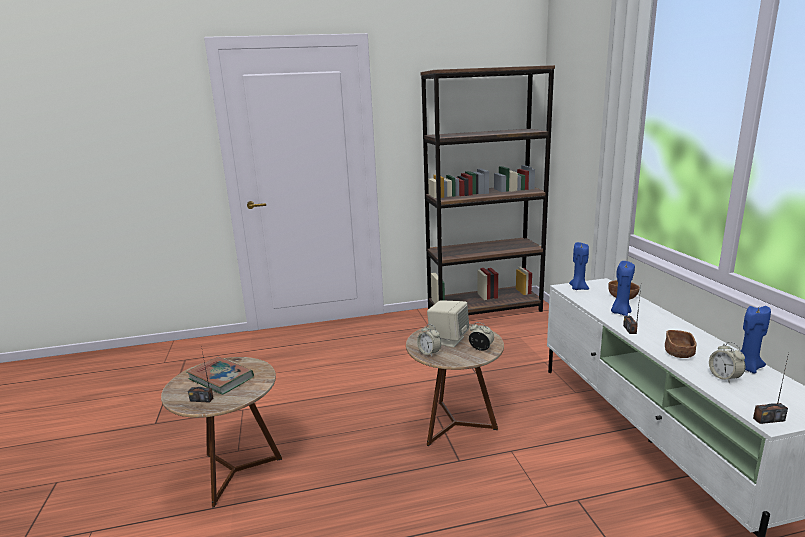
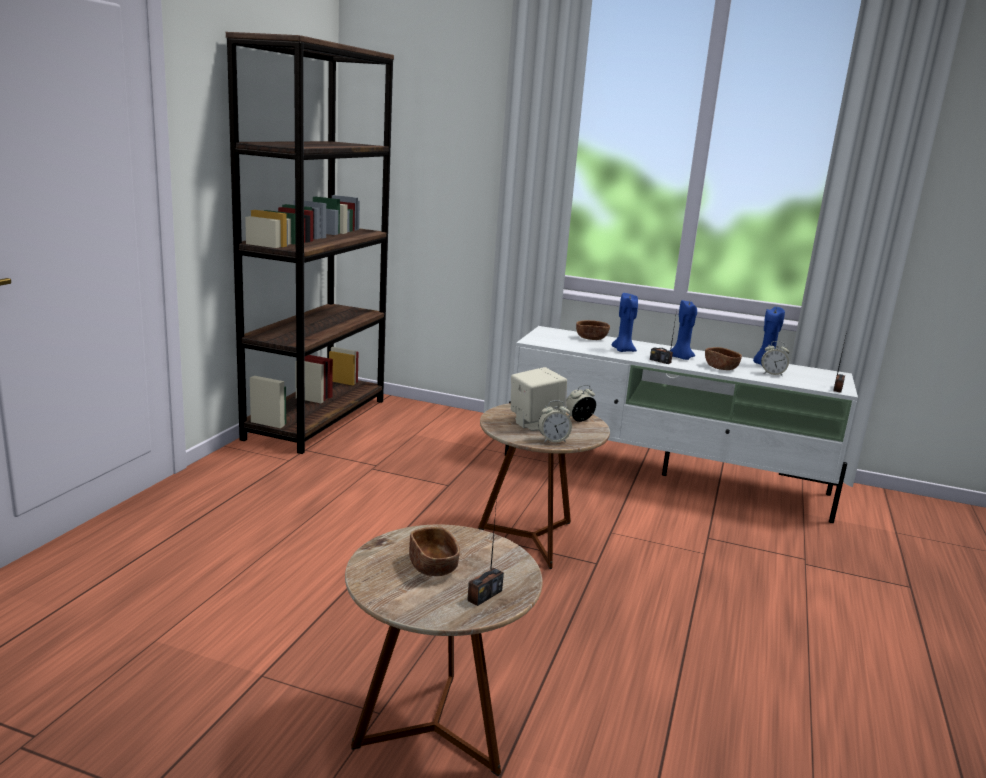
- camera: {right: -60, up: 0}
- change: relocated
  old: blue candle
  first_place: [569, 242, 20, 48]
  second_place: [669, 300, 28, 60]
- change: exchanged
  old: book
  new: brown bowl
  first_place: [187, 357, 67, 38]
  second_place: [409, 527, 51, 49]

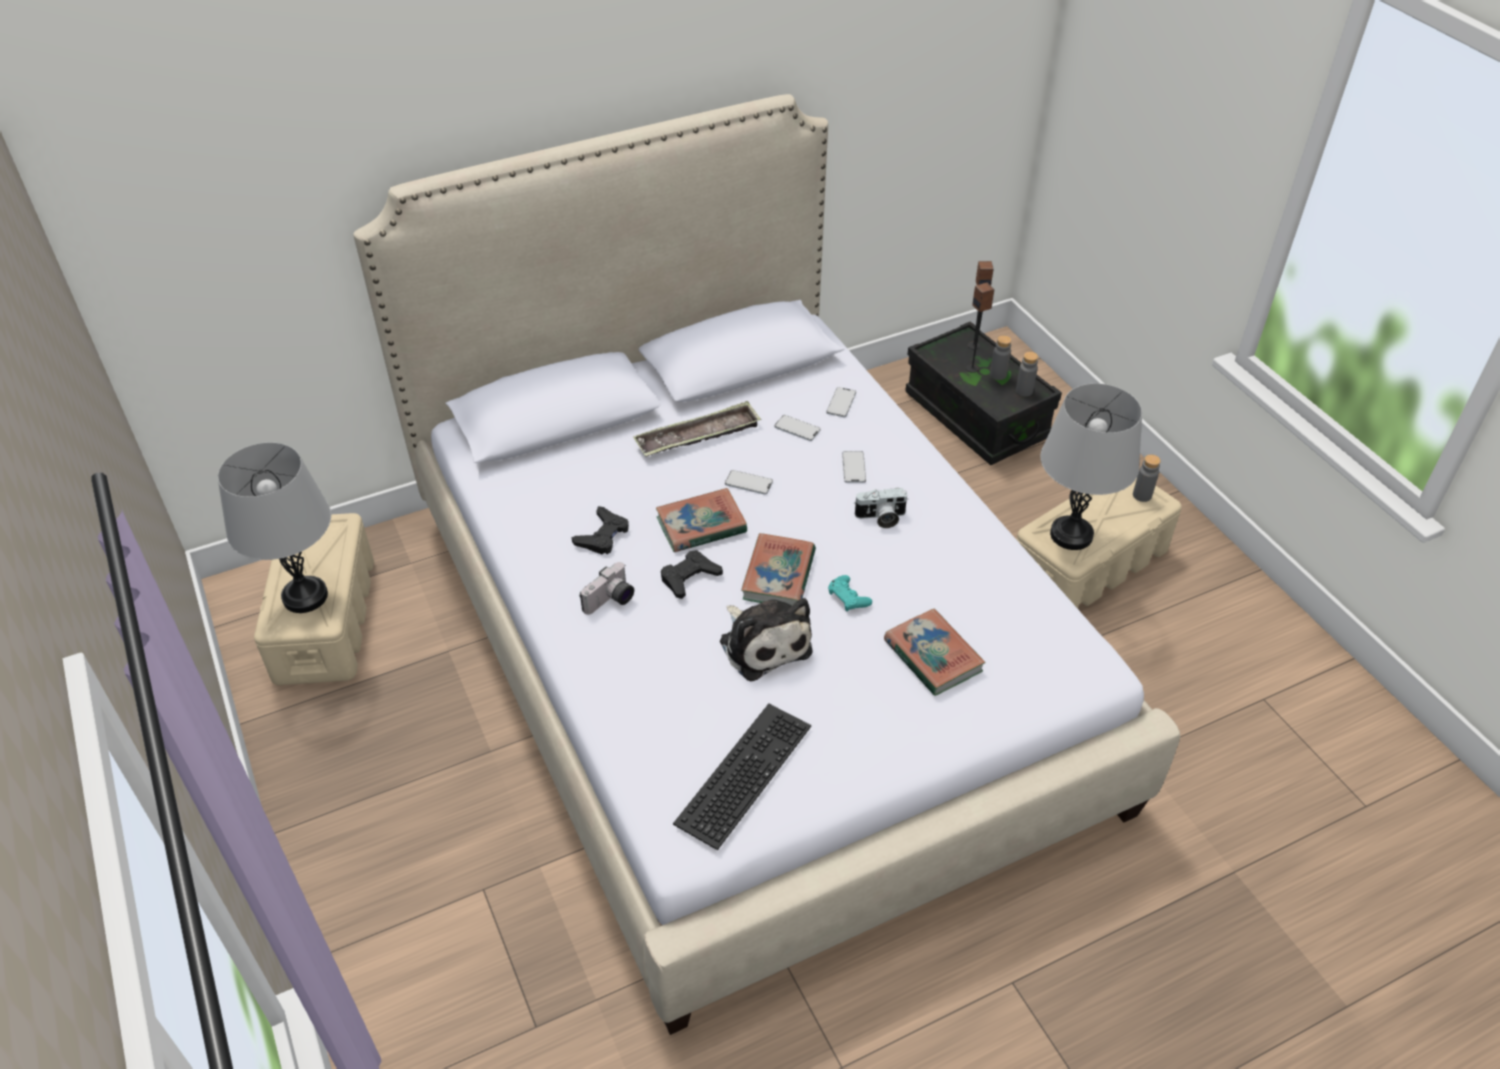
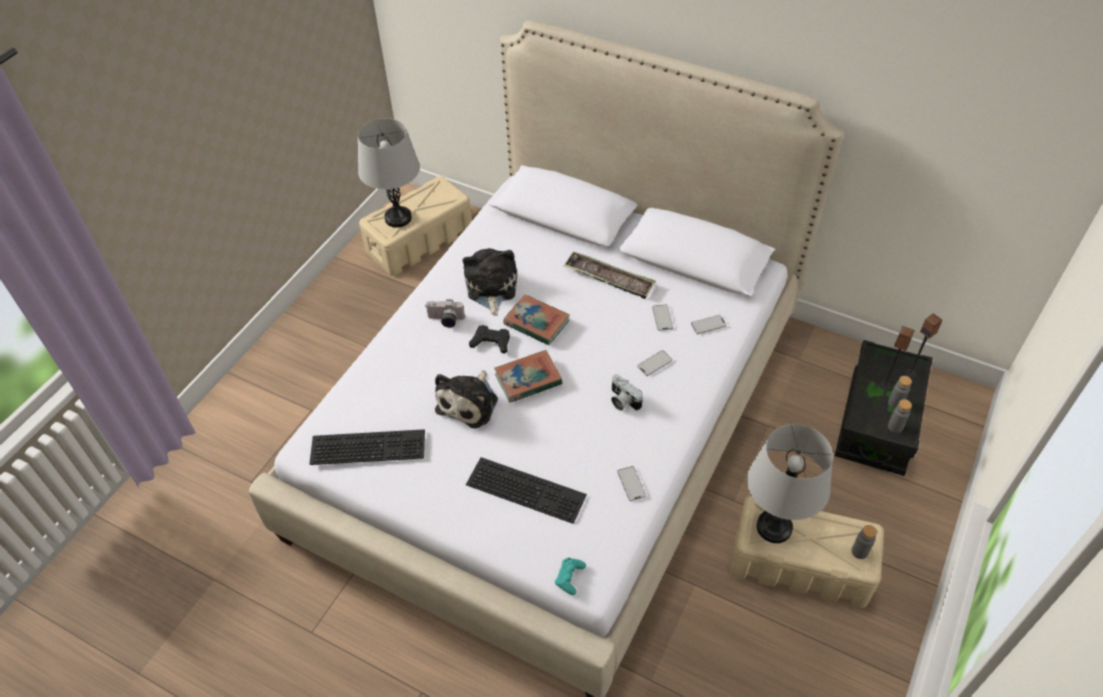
- camera: {right: 55, up: 5}
- change: relocated
  old: phone
  first_place: [725, 470, 48, 25]
  second_place: [617, 466, 29, 35]
- change: exchanged
  old: black game controller
  new: plush toy
  first_place: [572, 506, 57, 49]
  second_place: [463, 248, 54, 68]
- change: relocated
  old: turquoise game controller
  first_place: [828, 575, 44, 36]
  second_place: [555, 558, 31, 37]
- change: exchanged
  old: book
  new: keyboard
  first_place: [884, 609, 102, 87]
  second_place: [466, 457, 121, 67]

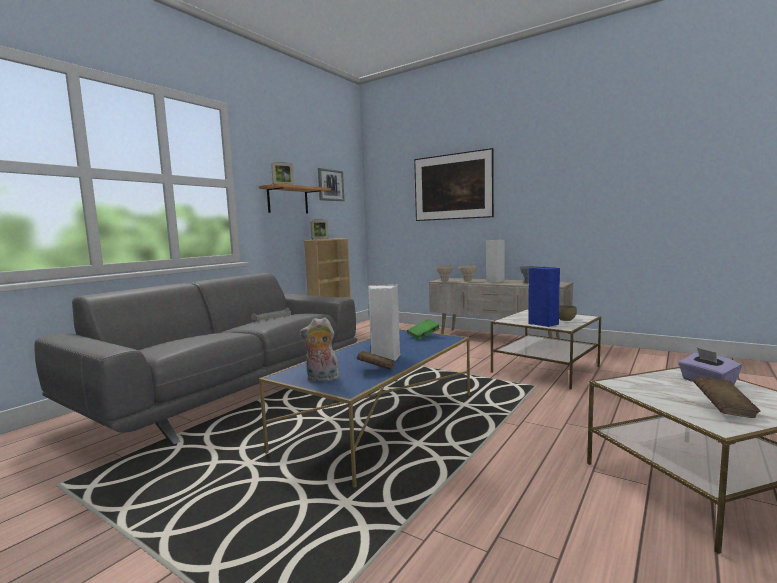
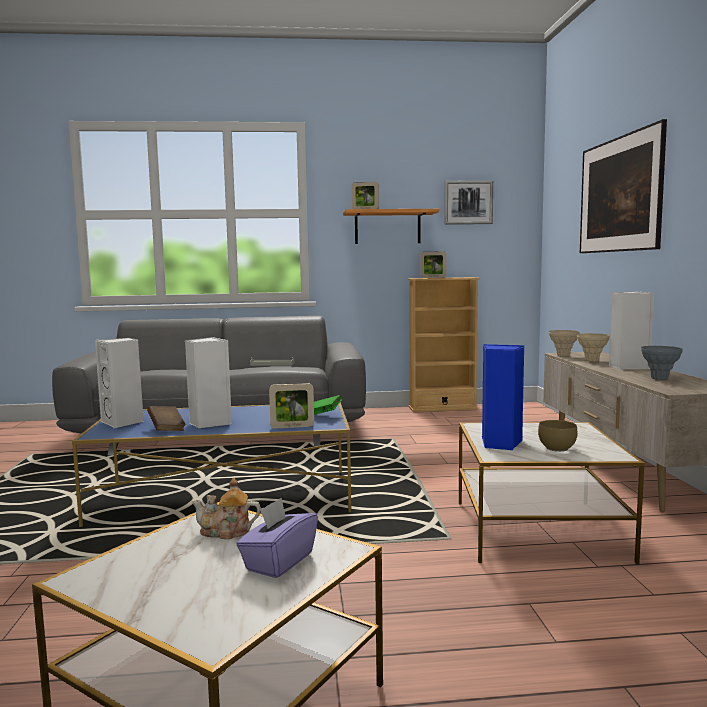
- camera: {right: 50, up: 0}
- change: exchanged
  old: plush toy
  new: white speaker
  first_place: [299, 317, 40, 64]
  second_place: [95, 338, 49, 91]
- change: missing
  old: brown book
  first_place: [693, 376, 68, 42]
- change: appeared
  new: picture frame
  second_place: [269, 383, 45, 46]
- change: appeared
  new: teapot
  second_place: [192, 478, 69, 61]

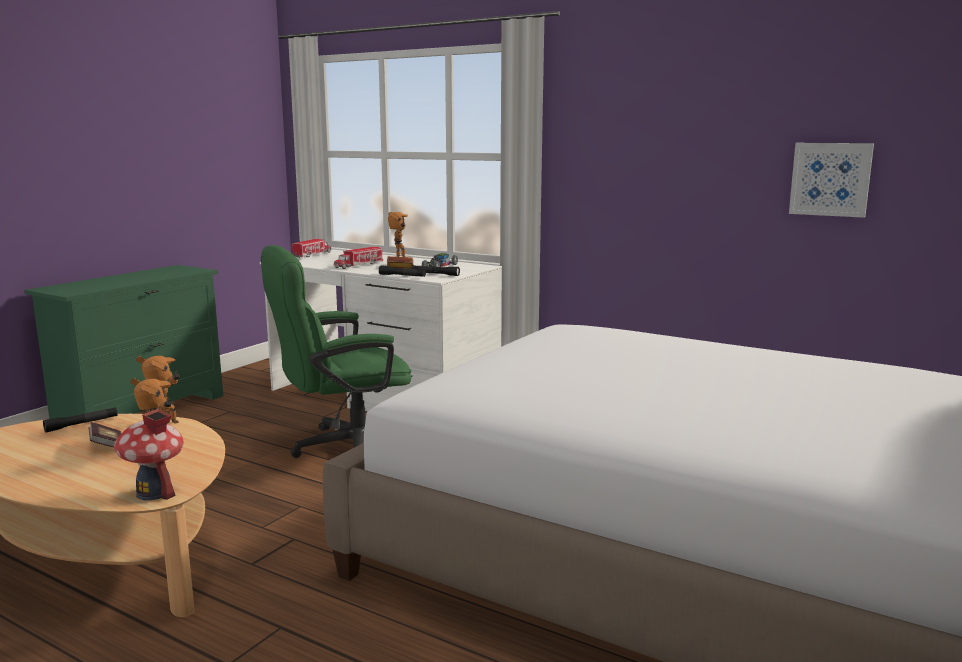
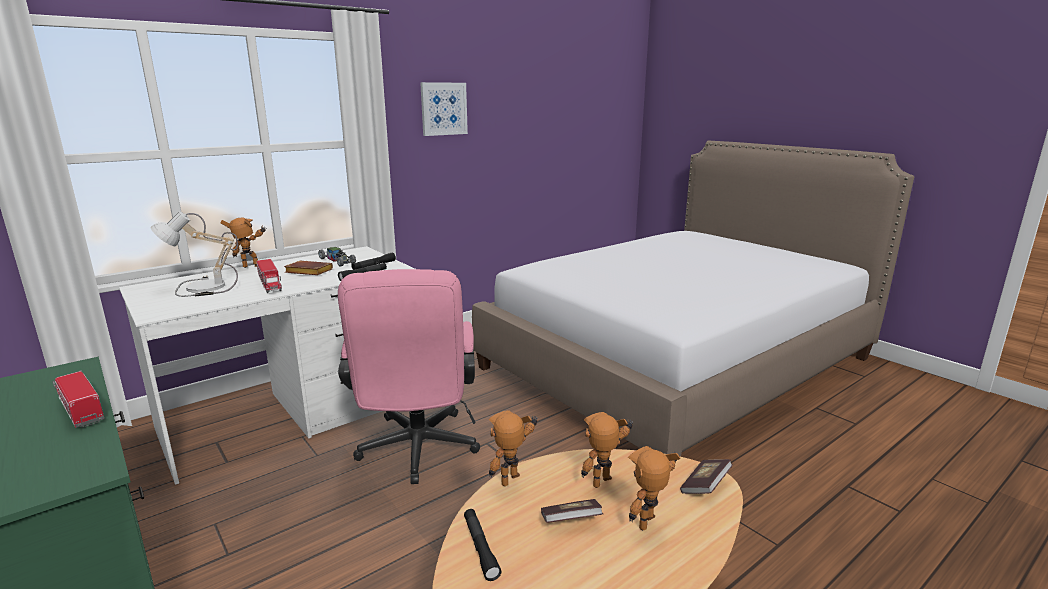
- camera: {right: -70, up: 5}
- change: relocated
  old: picture
  first_place: [789, 143, 85, 75]
  second_place: [420, 82, 48, 54]
- change: relocated
  old: toy truck
  first_place: [292, 239, 39, 19]
  second_place: [53, 370, 51, 58]
- change: colour
  old: green office chair
  new: pink office chair
  first_place: [261, 245, 150, 213]
  second_place: [338, 269, 142, 215]
- change: exchanged
  old: toy house
  new: book
  first_place: [114, 409, 69, 91]
  second_place: [680, 459, 53, 35]
- change: appeared
  new: table lamp
  second_place: [151, 211, 87, 86]
- change: appeared
  new: toy robot
  second_place: [628, 446, 52, 84]

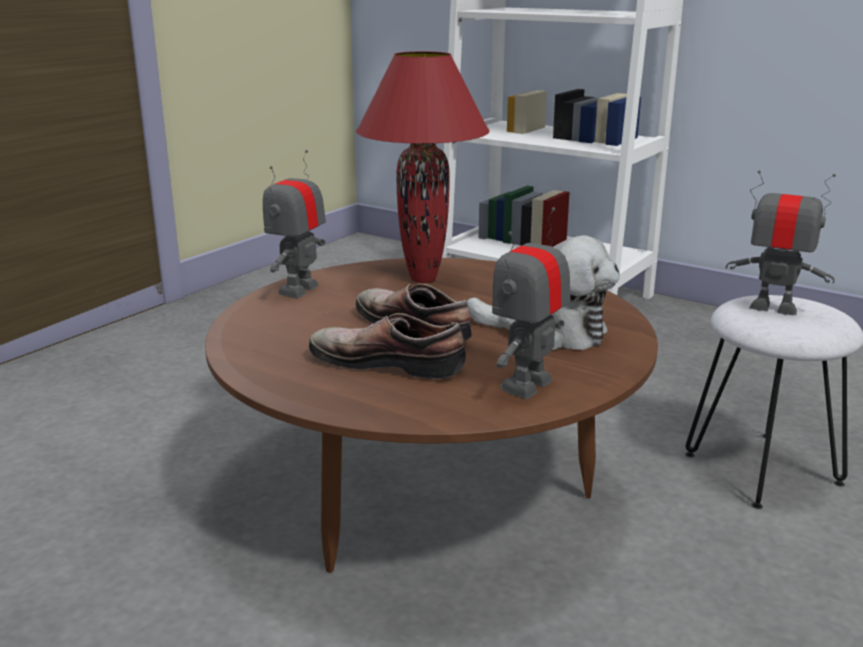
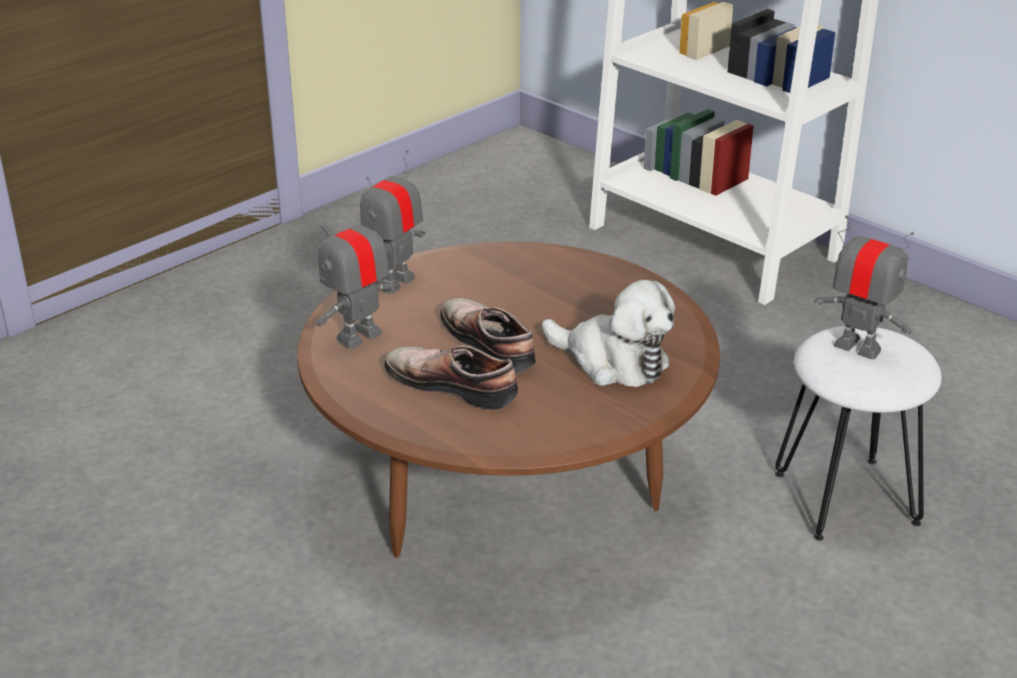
- camera: {right: 10, up: 10}
- change: missing
  old: red table lamp
  first_place: [356, 51, 134, 232]
- change: relocated
  old: toy robot
  first_place: [492, 207, 78, 192]
  second_place: [316, 199, 83, 150]

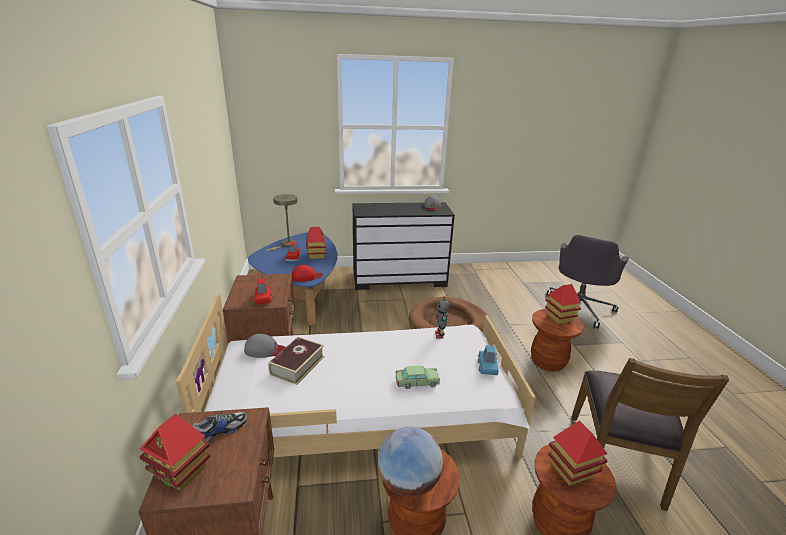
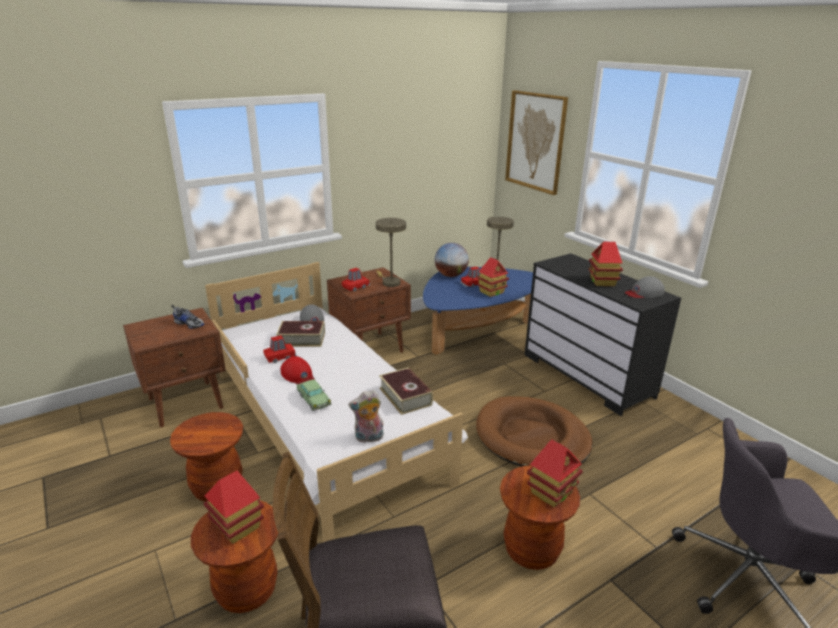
- camera: {right: 65, up: 0}
- change: relocated
  old: red cap
  first_place: [292, 265, 31, 17]
  second_place: [281, 356, 33, 28]
- change: exchanged
  old: toy robot
  new: book
  first_place: [435, 296, 15, 42]
  second_place: [379, 367, 54, 48]
- change: exchanged
  old: blue toy car
  new: plush toy
  first_place: [478, 345, 21, 30]
  second_place: [348, 390, 36, 53]
- change: relocated
  old: toy house
  first_place: [139, 414, 71, 77]
  second_place: [589, 242, 34, 44]
- change: relocated
  old: globe
  first_place: [378, 426, 65, 72]
  second_place: [435, 243, 34, 34]
- change: appeared
  new: picture
  second_place: [505, 90, 63, 105]
- change: appeared
  new: beige table lamp
  second_place: [376, 218, 30, 69]
- change: appeared
  new: red toy car
  second_place: [263, 335, 34, 28]

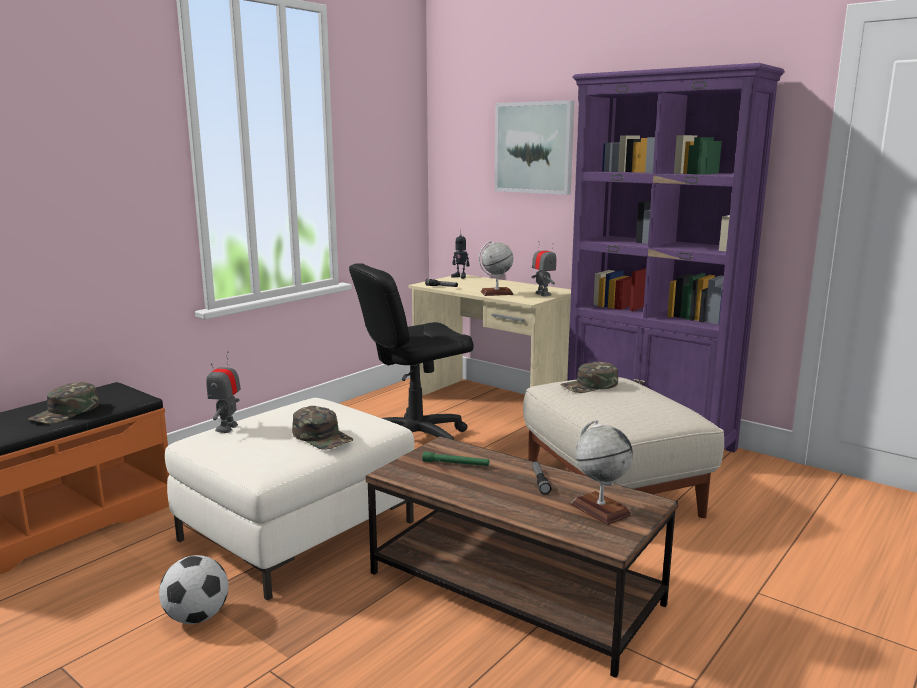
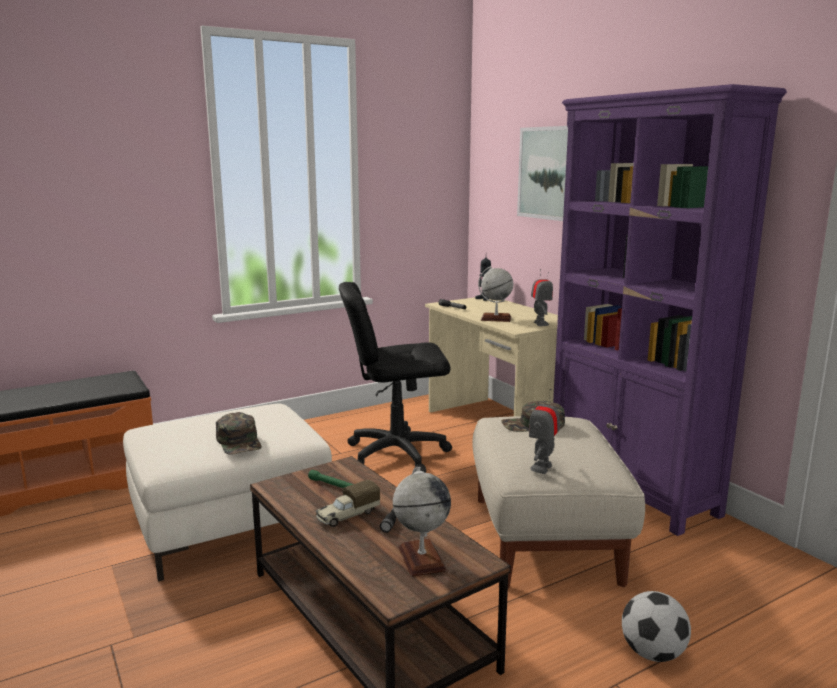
- camera: {right: 20, up: 0}
- change: relocated
  old: toy robot
  first_place: [206, 351, 35, 82]
  second_place: [529, 389, 31, 85]
- change: missing
  old: green cap
  first_place: [28, 382, 71, 42]
- change: relocated
  old: football
  first_place: [159, 555, 70, 69]
  second_place: [622, 591, 69, 71]
- change: appeared
  new: toy truck
  second_place: [316, 480, 64, 47]

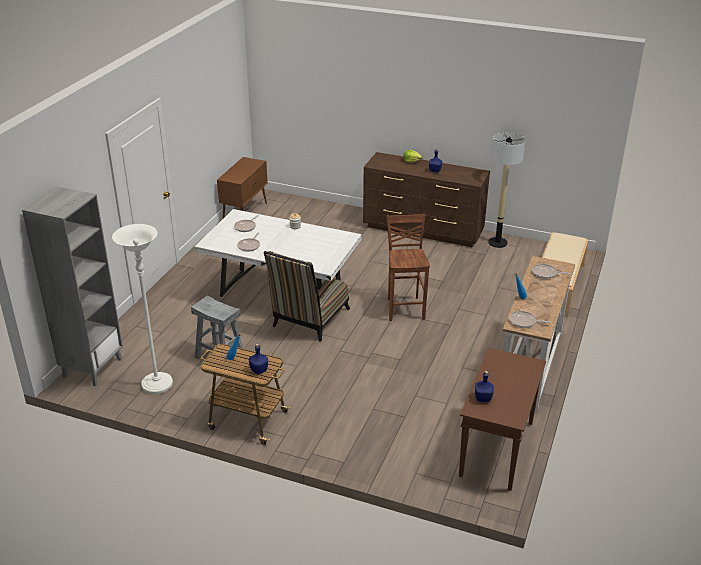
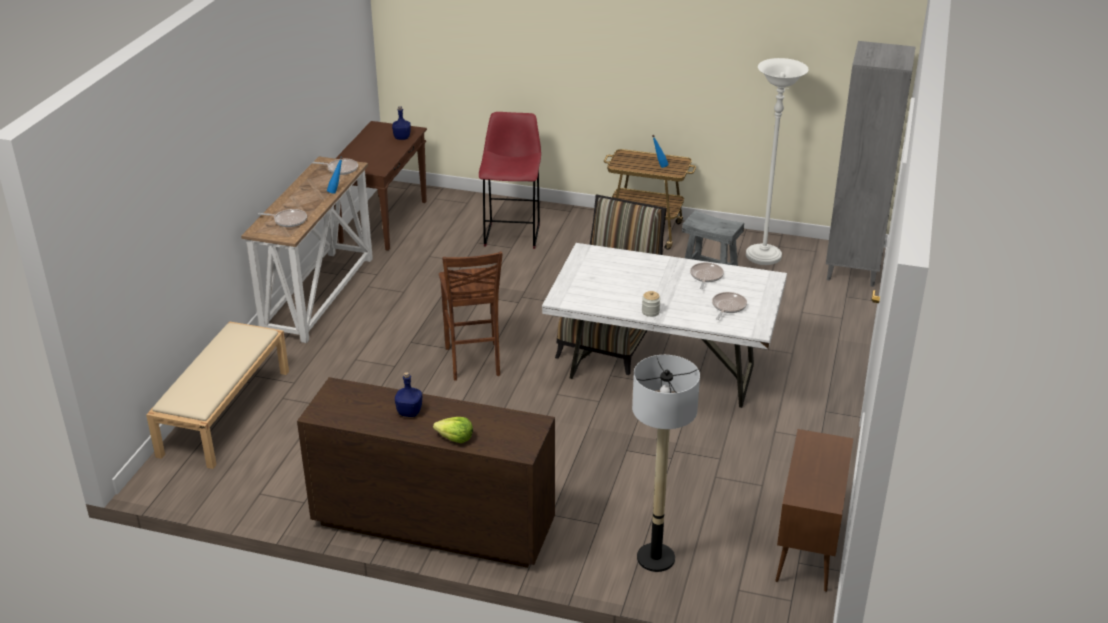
- camera: {right: 175, up: 0}
- change: relocated
  old: floor lamp
  first_place: [488, 132, 37, 116]
  second_place: [632, 355, 68, 217]
- change: missing
  old: blue bottle
  first_place: [249, 344, 19, 30]
- change: appeared
  new: red stool
  second_place: [479, 112, 62, 137]

